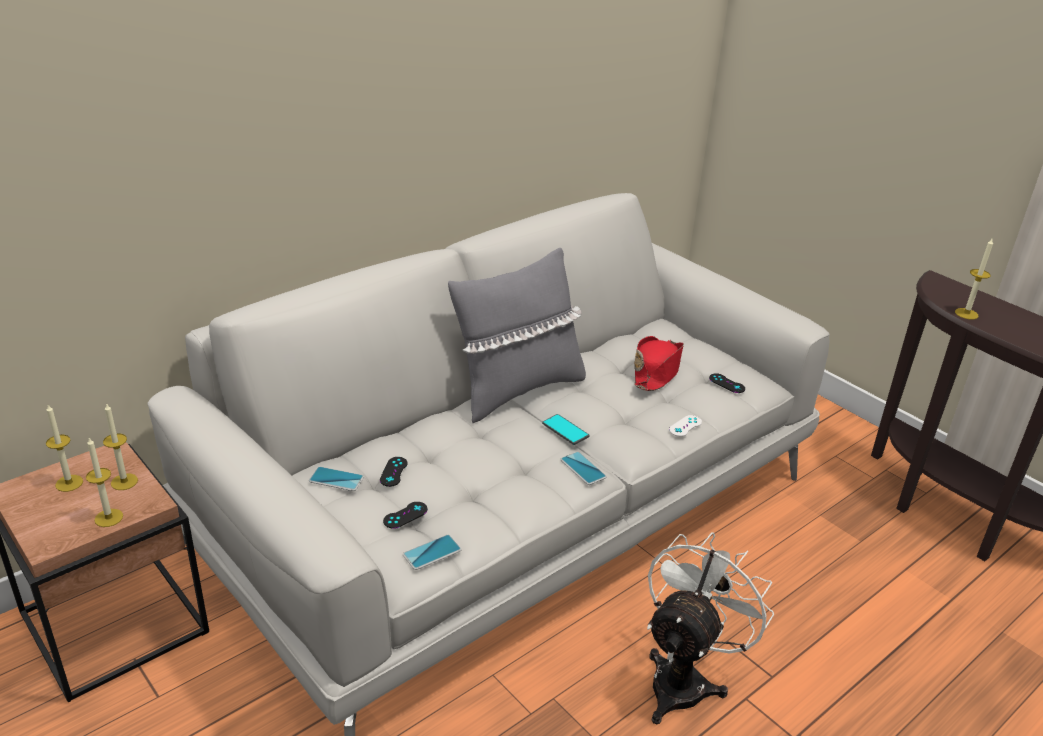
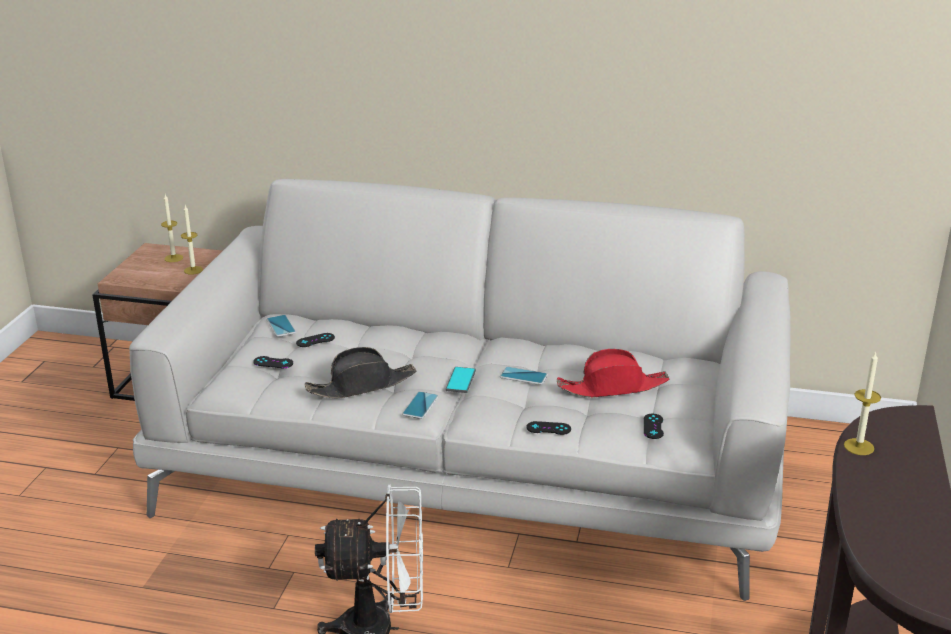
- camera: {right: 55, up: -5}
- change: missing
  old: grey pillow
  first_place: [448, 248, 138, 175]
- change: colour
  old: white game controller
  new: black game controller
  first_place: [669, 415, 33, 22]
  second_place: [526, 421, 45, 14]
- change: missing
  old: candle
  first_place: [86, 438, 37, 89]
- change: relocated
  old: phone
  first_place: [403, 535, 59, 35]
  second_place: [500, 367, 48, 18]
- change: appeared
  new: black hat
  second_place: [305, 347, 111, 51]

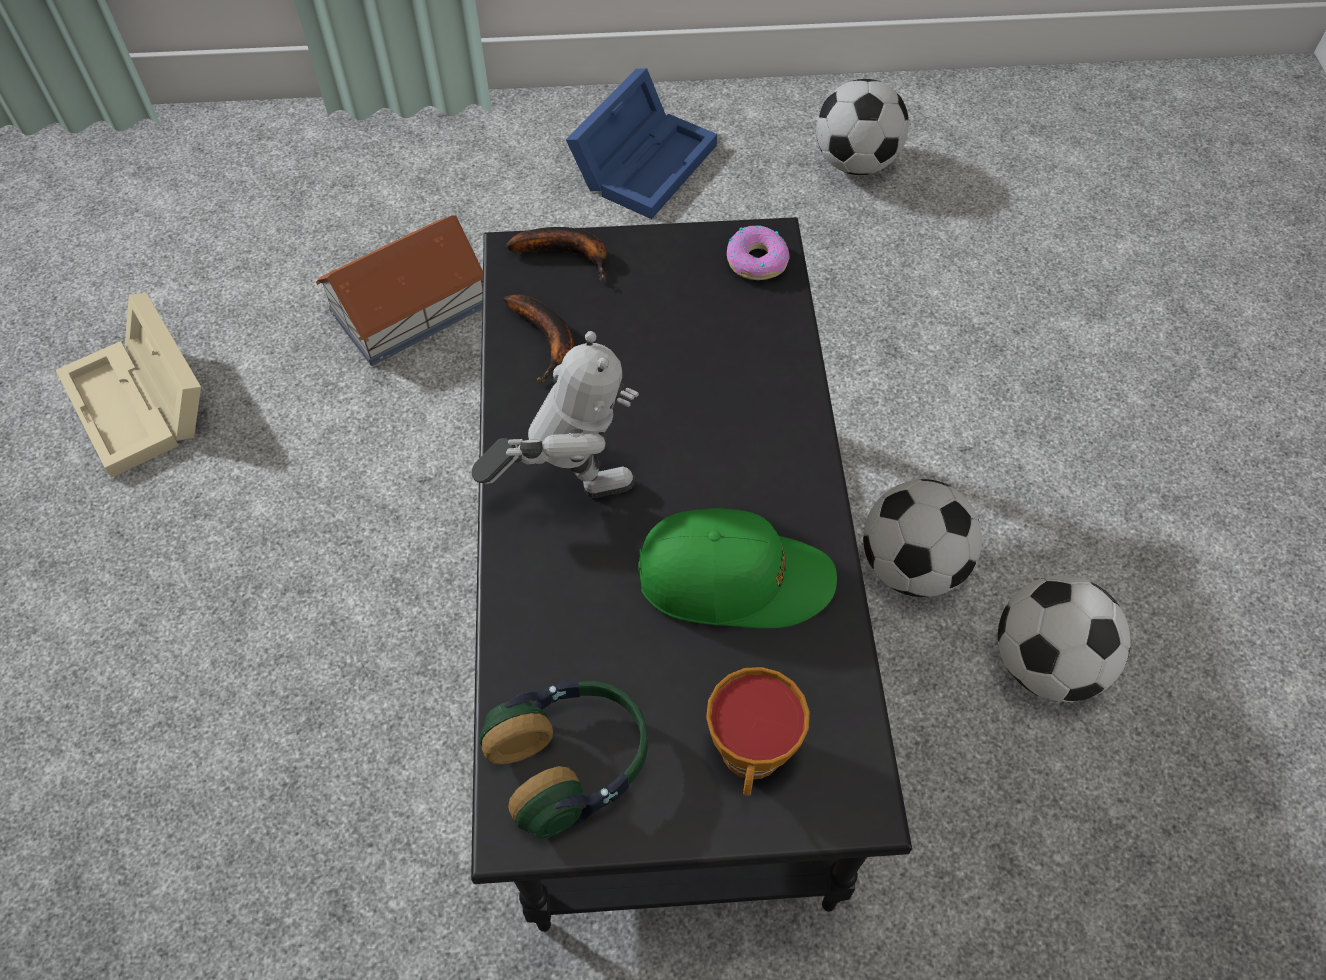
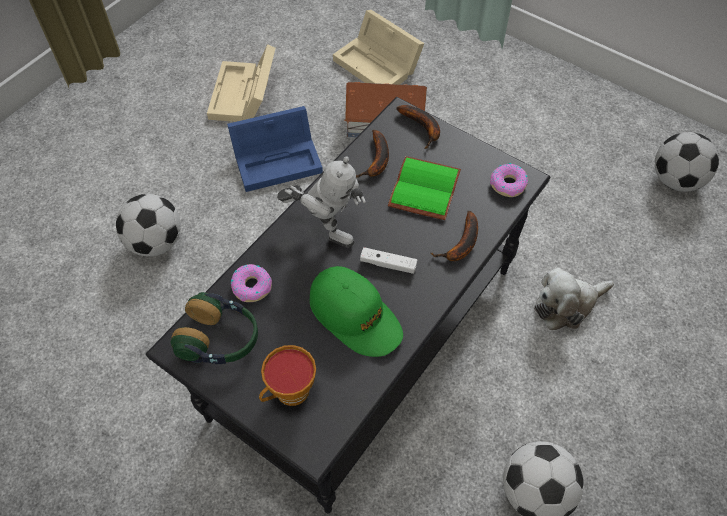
- camera: {right: 40, up: 0}
- change: relocated
  old: blue storage box
  first_place: [566, 68, 151, 151]
  second_place: [227, 106, 96, 86]
- change: relocated
  old: football
  first_place: [863, 479, 119, 118]
  second_place: [116, 194, 65, 63]
- change: appeared
  new: beige storage box
  second_place: [333, 10, 91, 75]
- change: appeared
  new: green book
  second_place: [388, 156, 73, 64]
- change: appeared
  new: banana
  second_place: [431, 211, 47, 50]
- change: appeared
  new: white game controller
  second_place: [360, 247, 57, 27]
- change: appeared
  new: donut
  second_place: [231, 264, 41, 38]
- change: appeared
  new: plush toy
  second_place: [534, 267, 80, 63]

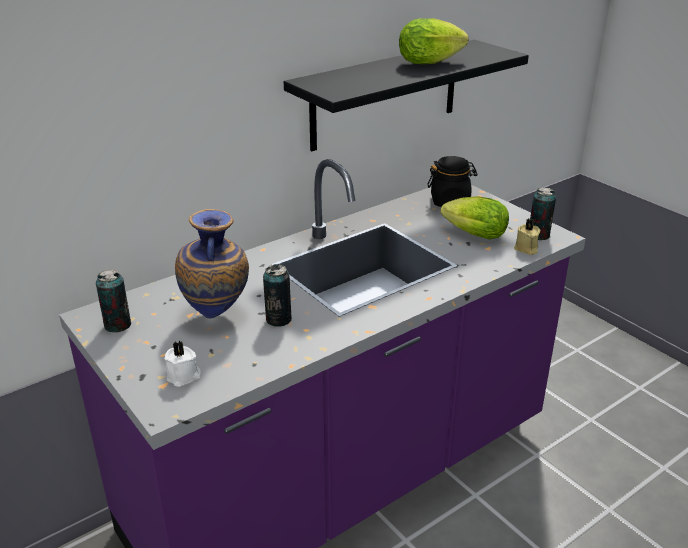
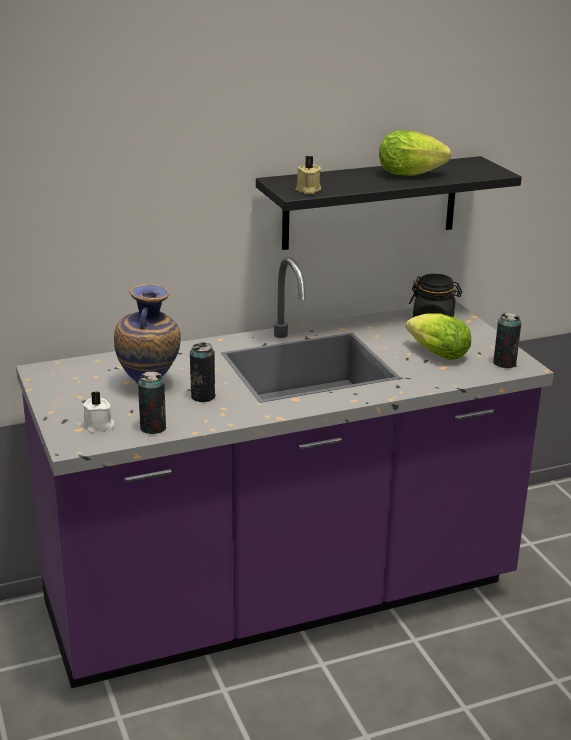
- camera: {right: 15, up: -5}
- change: relocated
  old: beige candle
  first_place: [514, 218, 26, 37]
  second_place: [295, 156, 27, 38]
- change: relocated
  old: can
  first_place: [96, 270, 35, 63]
  second_place: [138, 371, 28, 63]

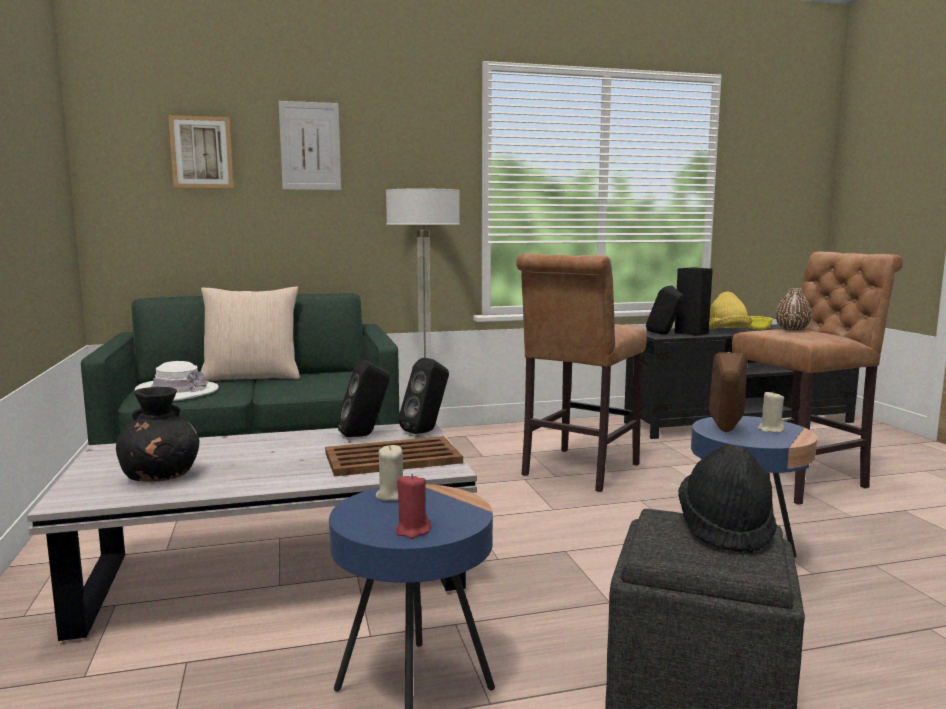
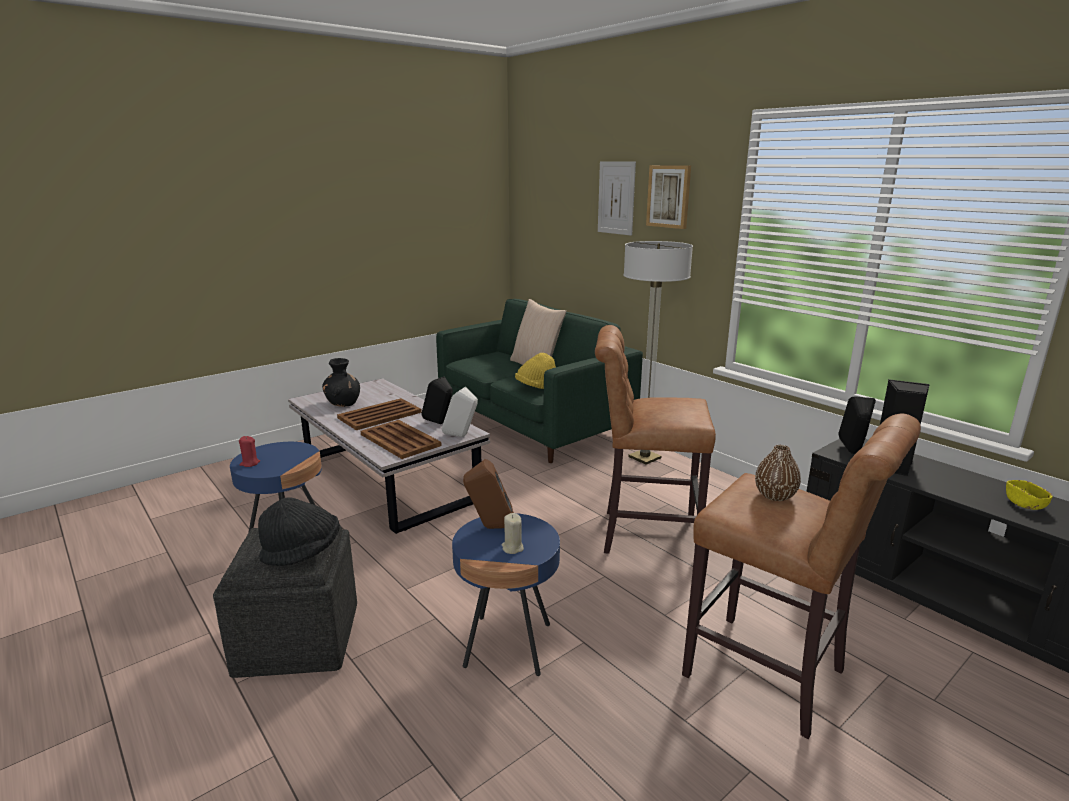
- camera: {right: 65, up: 10}
- change: relocated
  old: picture
  first_place: [168, 115, 66, 73]
  second_place: [646, 165, 45, 64]
- change: relocated
  old: yellow hat
  first_place: [709, 292, 43, 37]
  second_place: [515, 353, 41, 36]
- change: colour
  old: black speaker
  new: white speaker
  first_place: [398, 358, 51, 76]
  second_place: [442, 387, 36, 50]
- change: missing
  old: white hat
  first_place: [135, 361, 84, 40]
- change: missing
  old: beige candle
  first_place: [376, 445, 27, 56]
- change: appeared
  new: brown tray
  second_place: [337, 398, 85, 32]

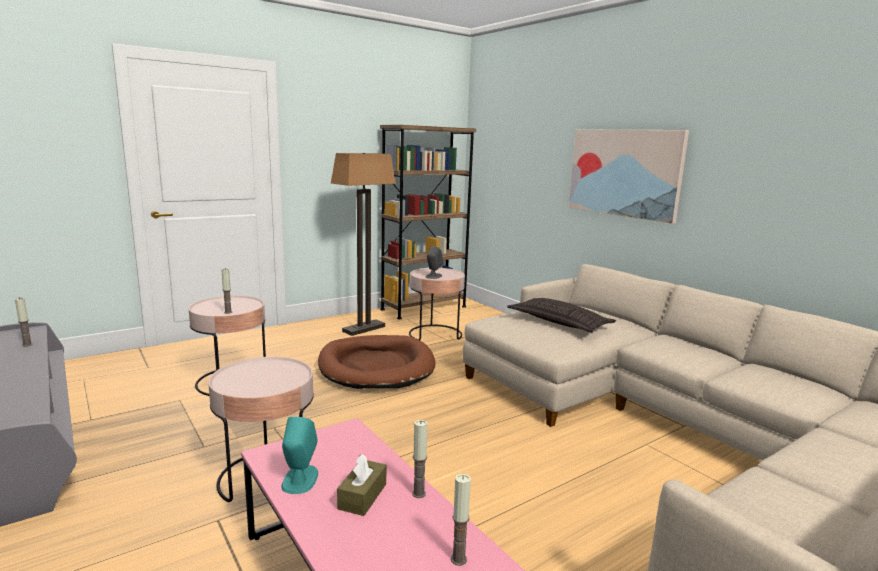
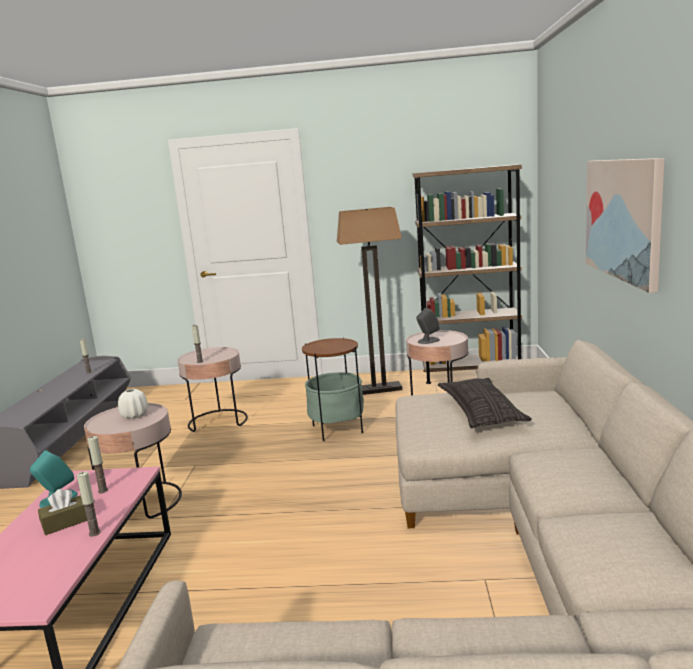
- camera: {right: 40, up: 0}
- change: exchanged
  old: brown dog bed
  new: side table
  first_place: [318, 335, 118, 54]
  second_place: [302, 337, 62, 104]
- change: relocated
  old: candle
  first_place: [451, 474, 20, 92]
  second_place: [88, 436, 20, 57]
- change: appeared
  new: white vase
  second_place: [118, 389, 30, 30]

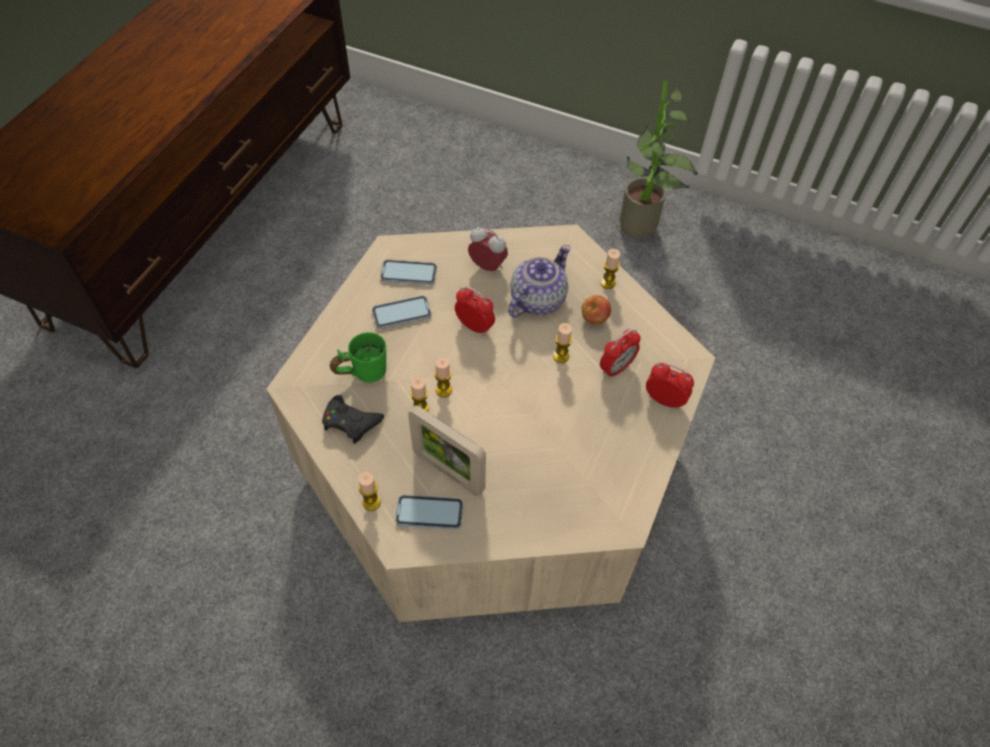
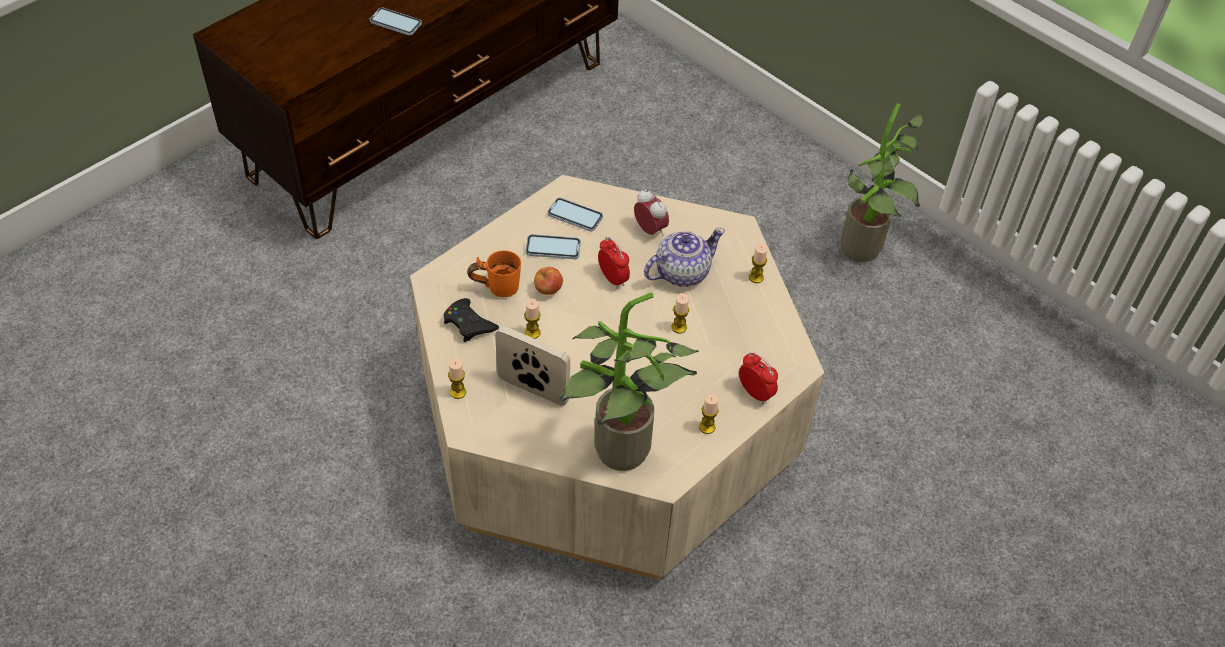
- camera: {right: 20, up: -5}
- change: relocated
  old: apple
  first_place: [582, 295, 29, 30]
  second_place: [534, 267, 29, 28]
- change: missing
  old: alarm clock
  first_place: [600, 329, 41, 50]
- change: colour
  old: green mug
  new: orange mug
  first_place: [330, 332, 56, 50]
  second_place: [467, 250, 54, 47]
- change: relocated
  old: candle
  first_place: [434, 358, 18, 39]
  second_place: [699, 394, 19, 40]
- change: spun
  old: picture frame
  first_place: [408, 405, 78, 91]
  second_place: [495, 326, 75, 80]
  degrees: 150
- change: relocated
  old: phone
  first_place: [395, 495, 68, 35]
  second_place: [370, 8, 52, 27]
- change: appeared
  new: potted plant
  second_place: [558, 293, 140, 178]

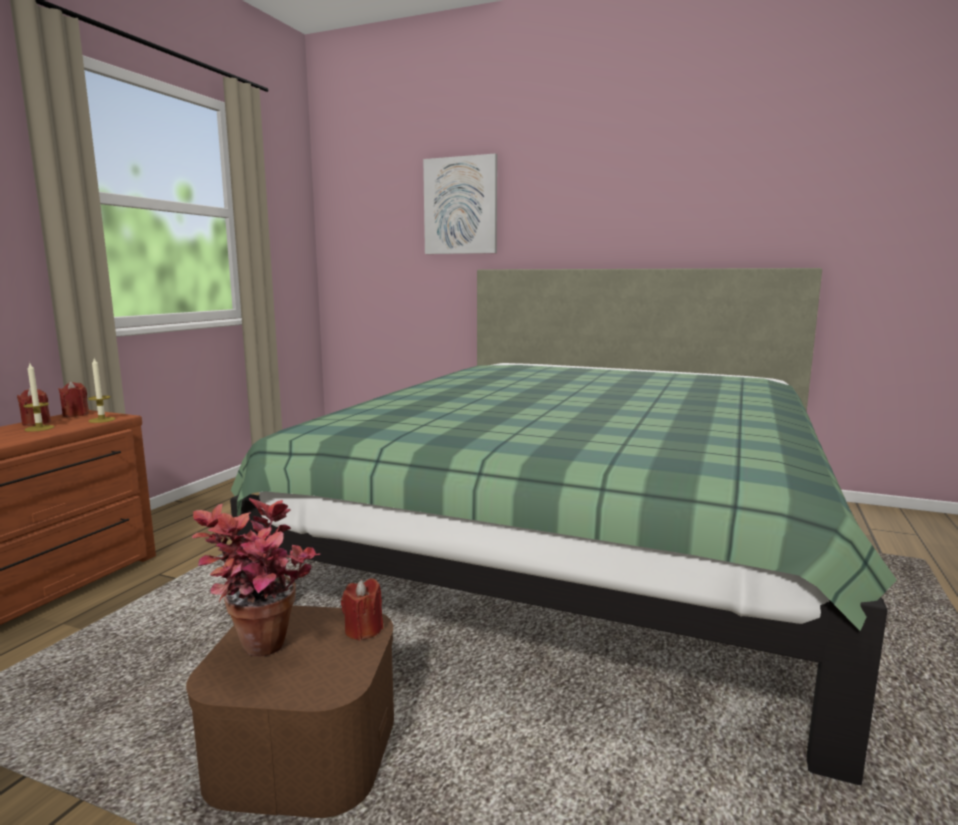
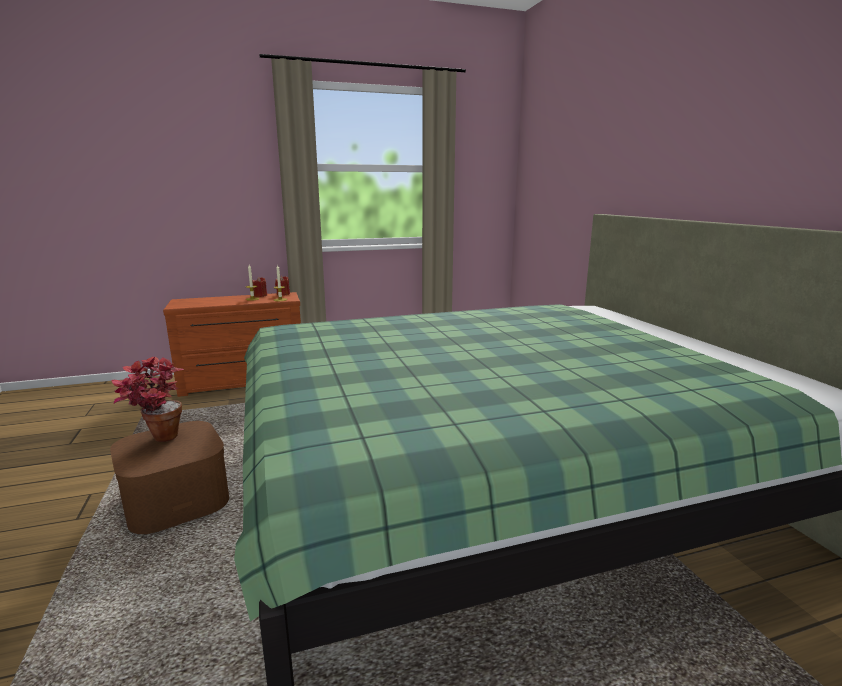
- camera: {right: 50, up: 5}
- change: missing
  old: picture
  first_place: [423, 154, 74, 100]
- change: missing
  old: red candle
  first_place: [341, 578, 42, 63]

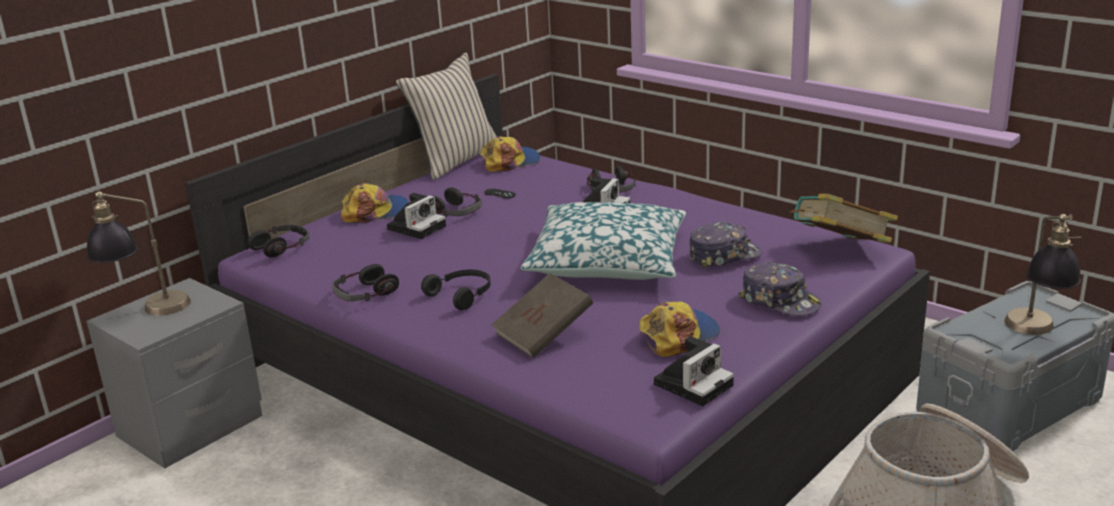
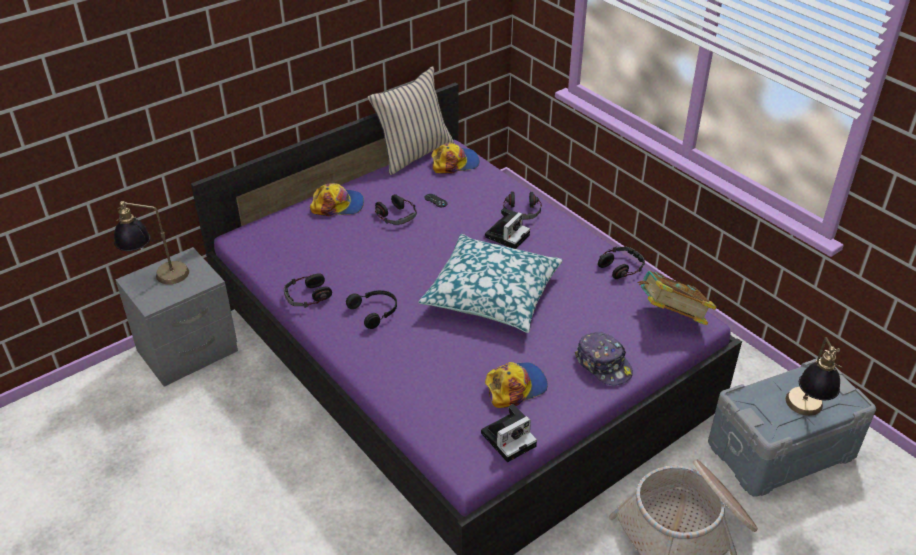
- camera: {right: 10, up: 15}
- change: missing
  old: photo camera
  first_place: [387, 193, 59, 46]
- change: missing
  old: cap
  first_place: [689, 222, 73, 46]
- change: relocated
  old: headphones
  first_place: [248, 224, 61, 34]
  second_place: [598, 246, 47, 33]
- change: missing
  old: brown book
  first_place: [492, 273, 101, 85]

